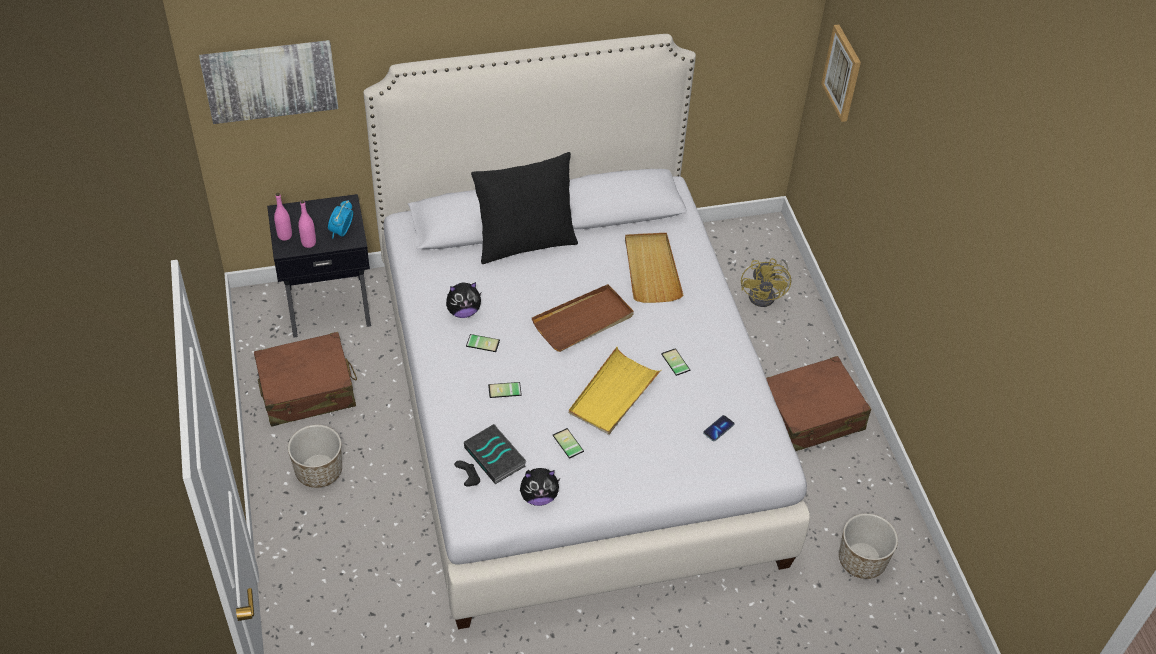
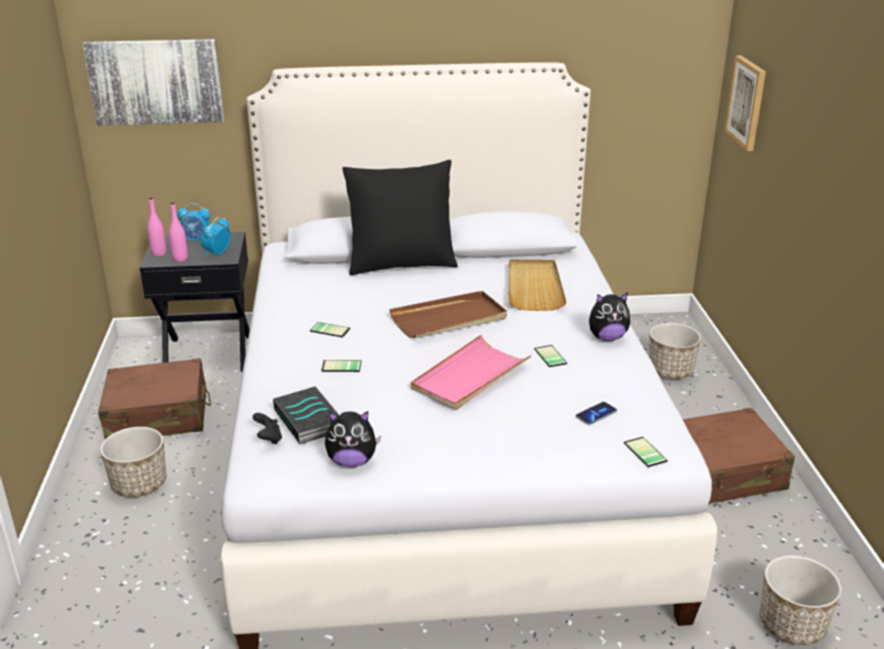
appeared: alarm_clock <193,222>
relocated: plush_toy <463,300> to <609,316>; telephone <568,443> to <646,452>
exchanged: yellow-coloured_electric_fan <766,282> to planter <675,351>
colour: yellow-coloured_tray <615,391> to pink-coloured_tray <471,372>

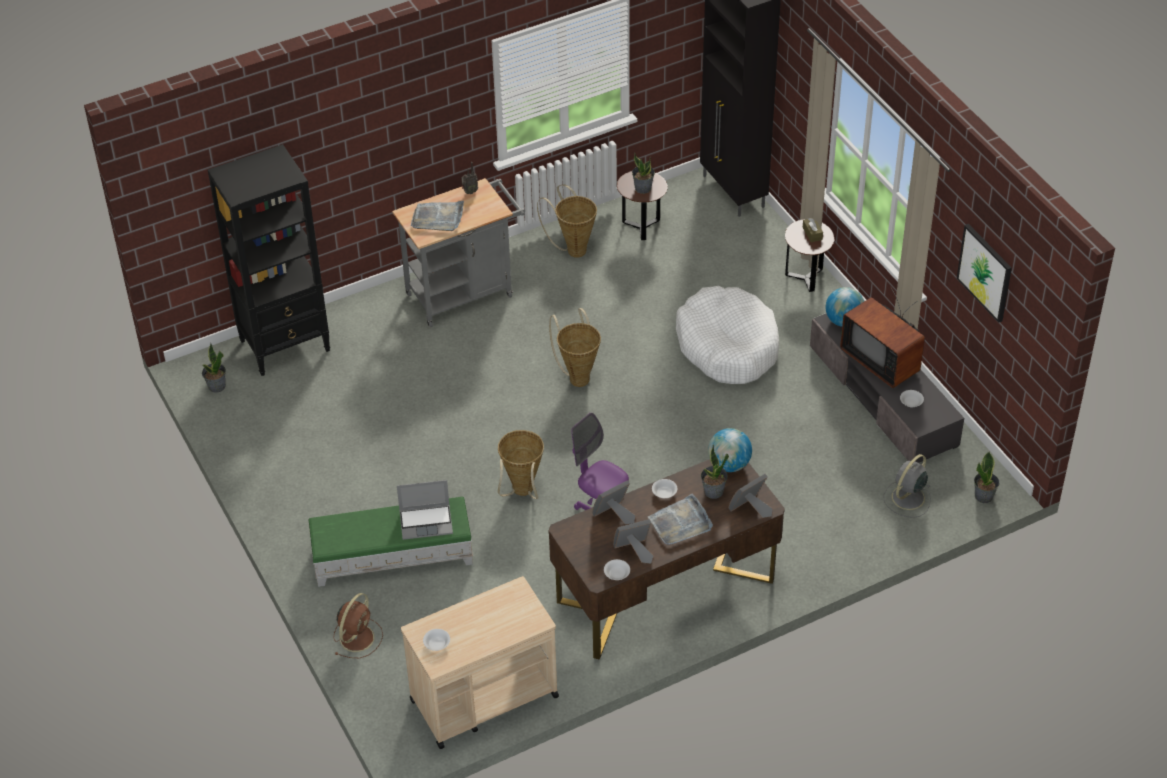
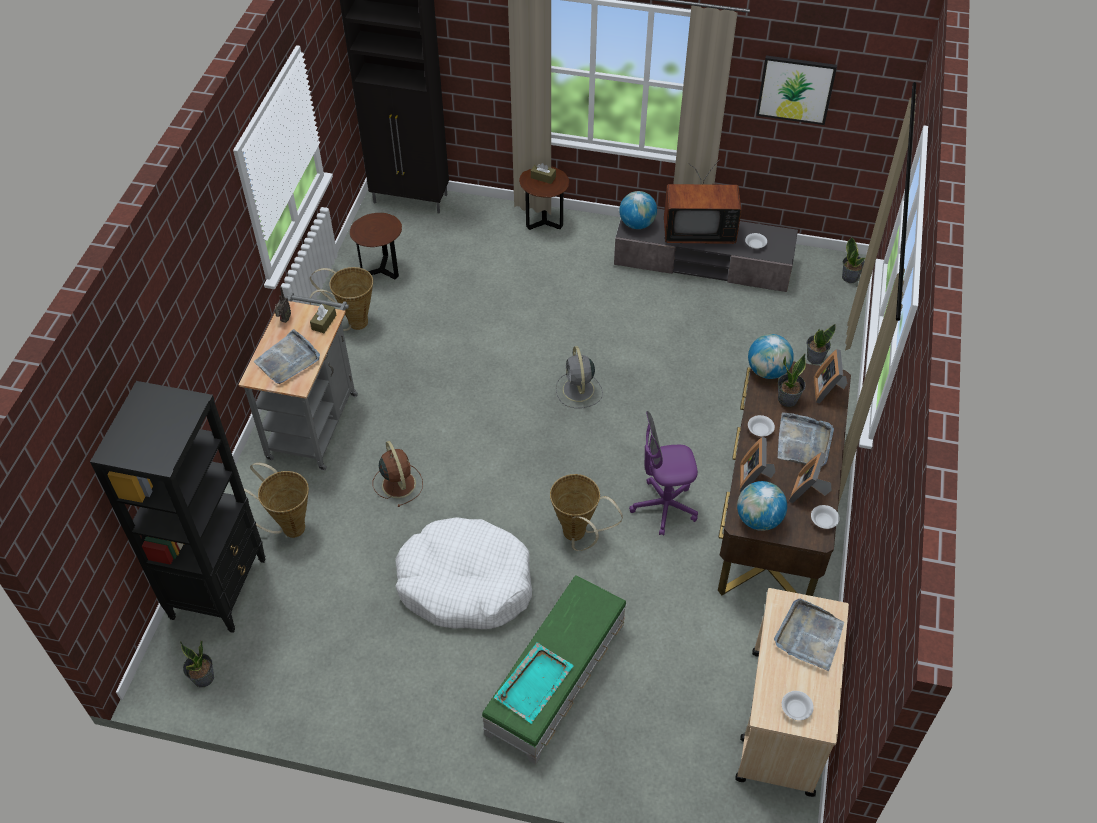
missing: notebook_computer <425,510>
appeared: brown_box_of_tissues <323,318>; desk_globe <762,506>; grey_tray <809,635>; turquoise-coloured_tray <534,683>
relocated: houseplant <643,173> to <821,344>; white-coloured_pet_bed <727,335> to <463,573>; storage_basket <575,347> to <271,500>; grey_electric_fan <907,486> to <579,377>; brown_electric_fan <358,625> to <398,474>

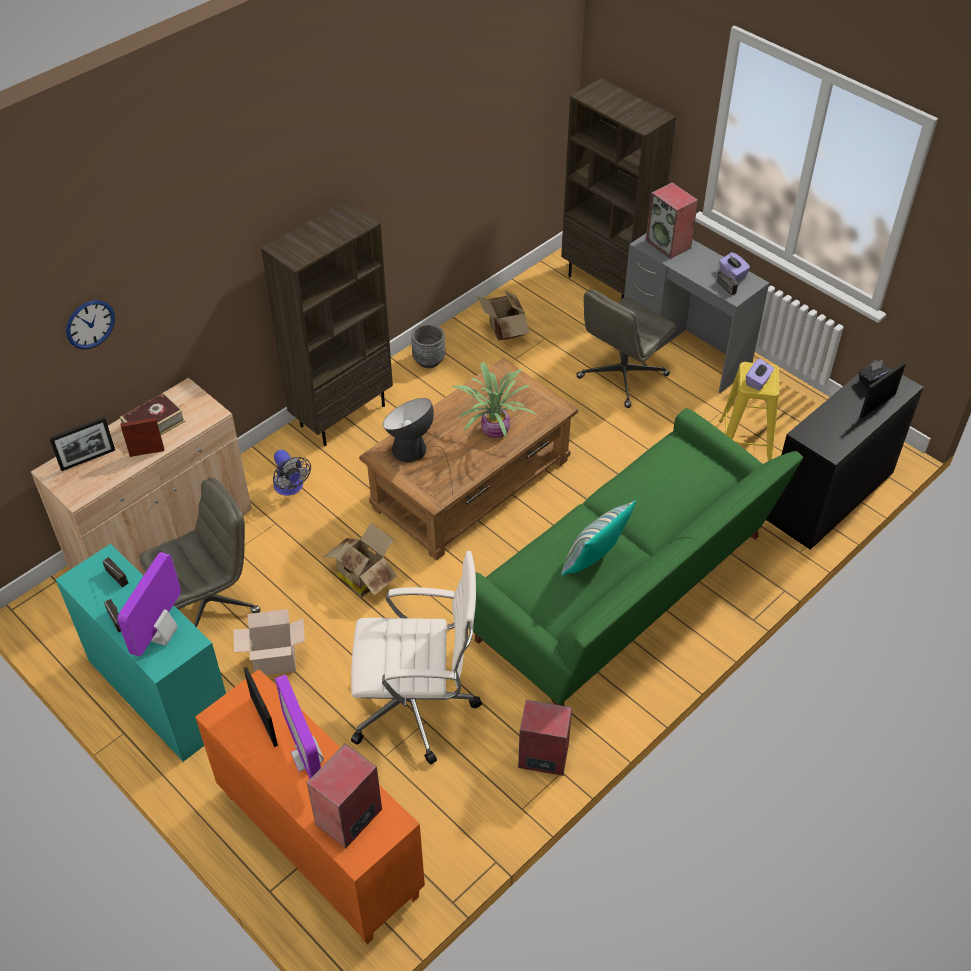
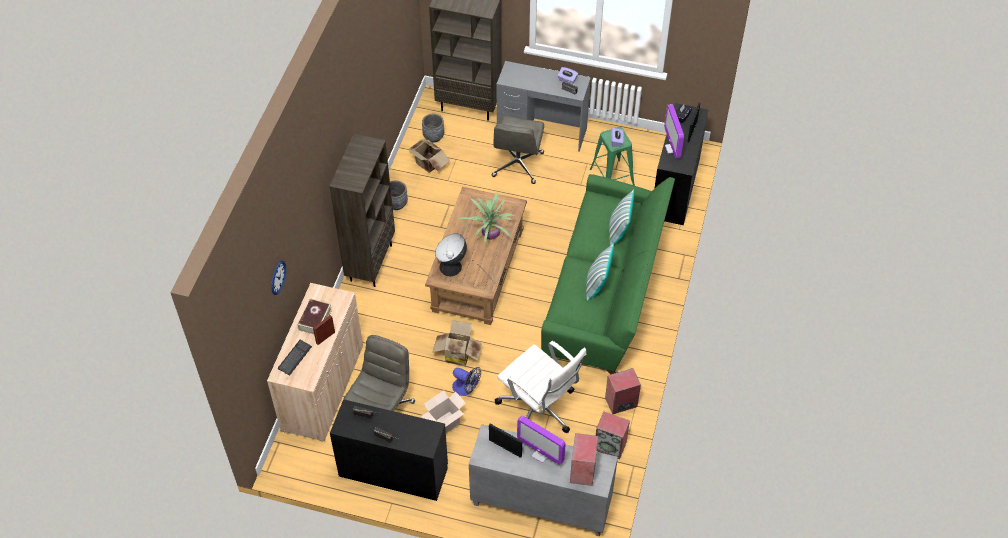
appeared: grey_planter <433,128>; cushion <621,217>
relocated: speaker <672,220> to <613,435>; electric_fan <292,473> to <466,381>; monitor <149,604> to <674,131>
exchanged: picture_frame <82,444> to computer_keyboard <295,358>
colour: yellow-coloured_stool <749,411> to greenish_stool <612,156>; turquoise-coloured_desk_unit <140,653> to blackish_desk_unit <389,450>; orange_cabinet <310,806> to grey_cabinet <543,480>
spun: white-coloured_office_chair <416,658> = <540,387> 75 degrees clockwise

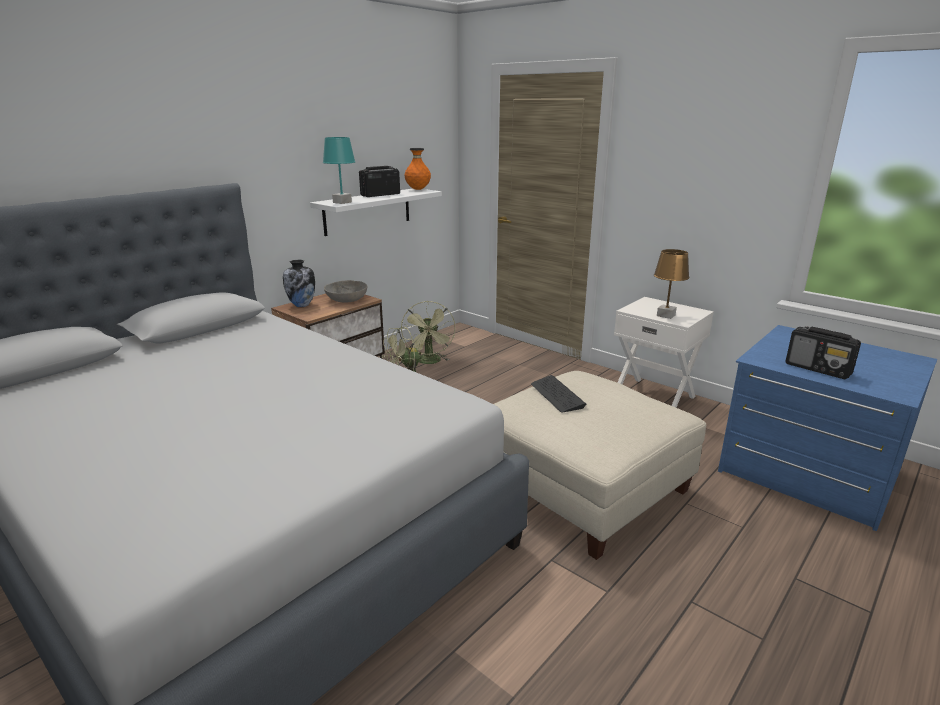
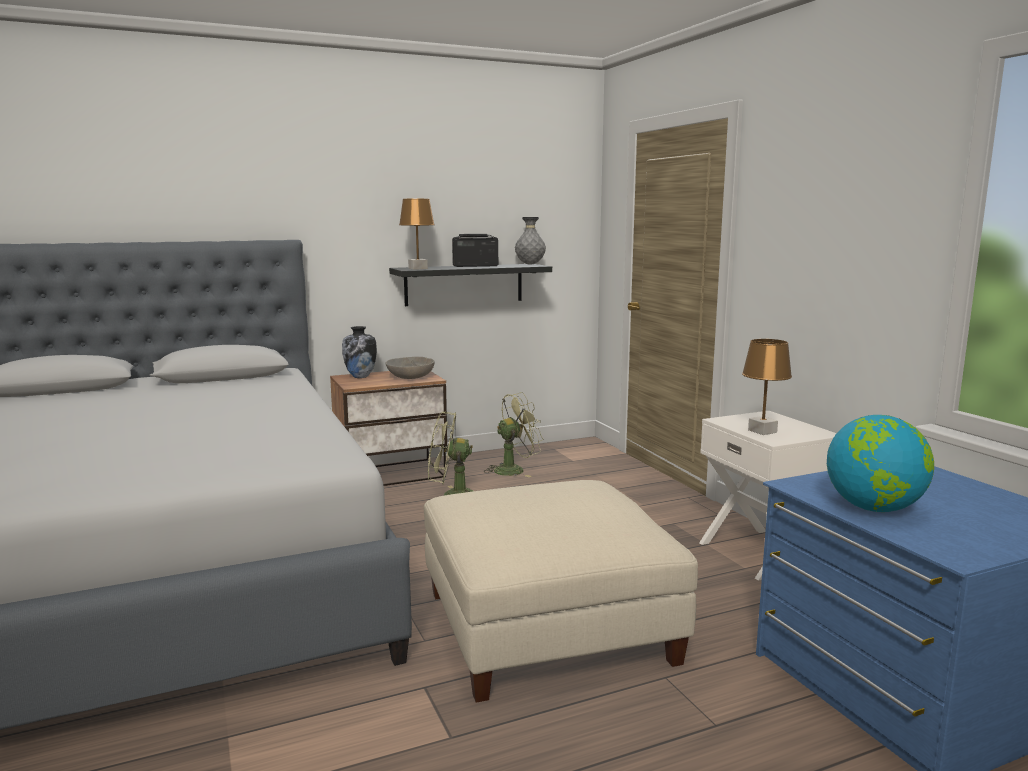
missing: computer_keyboard <558,394>
exchanged: radio_receiver <823,352> to desk_globe <880,463>
colour: turquoise-coloured_table_lamp <339,170> to brown_table_lamp <417,234>; orange_decorative_vase <418,169> to grey_decorative_vase <530,241>; white-coloured_wall_shelf <376,212> to blackish_wall_shelf <470,285>
spun: greenish_electric_fan <428,332> = <514,434> 135 degrees counterclockwise

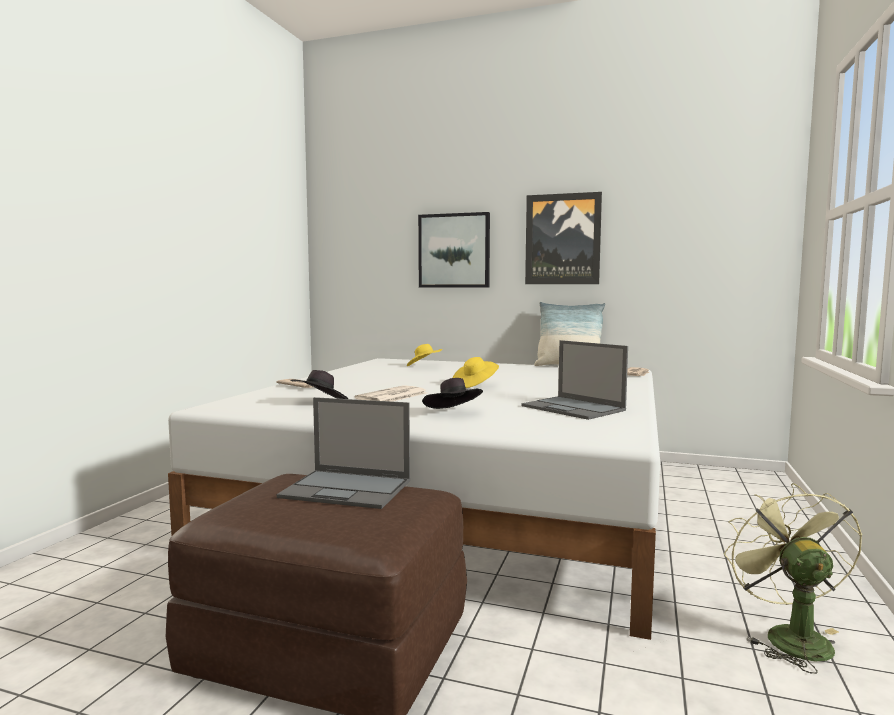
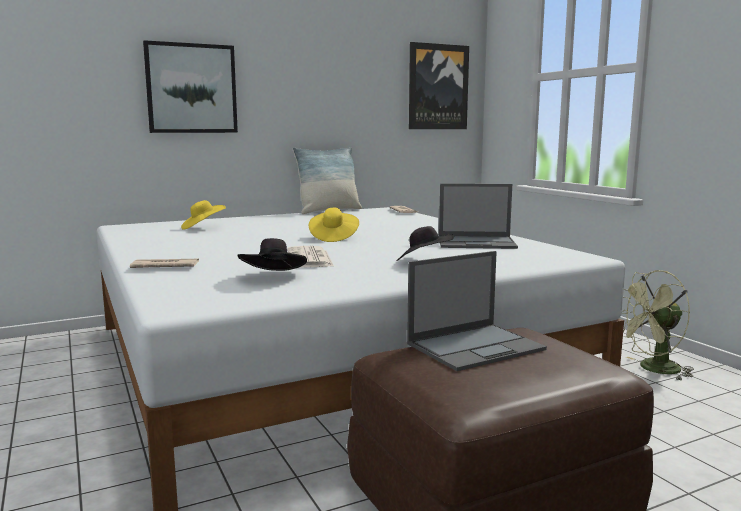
relocated: wall_art <563,238> to <439,85>
spun: greenish_electric_fan <793,578> = <658,325> 60 degrees counterclockwise

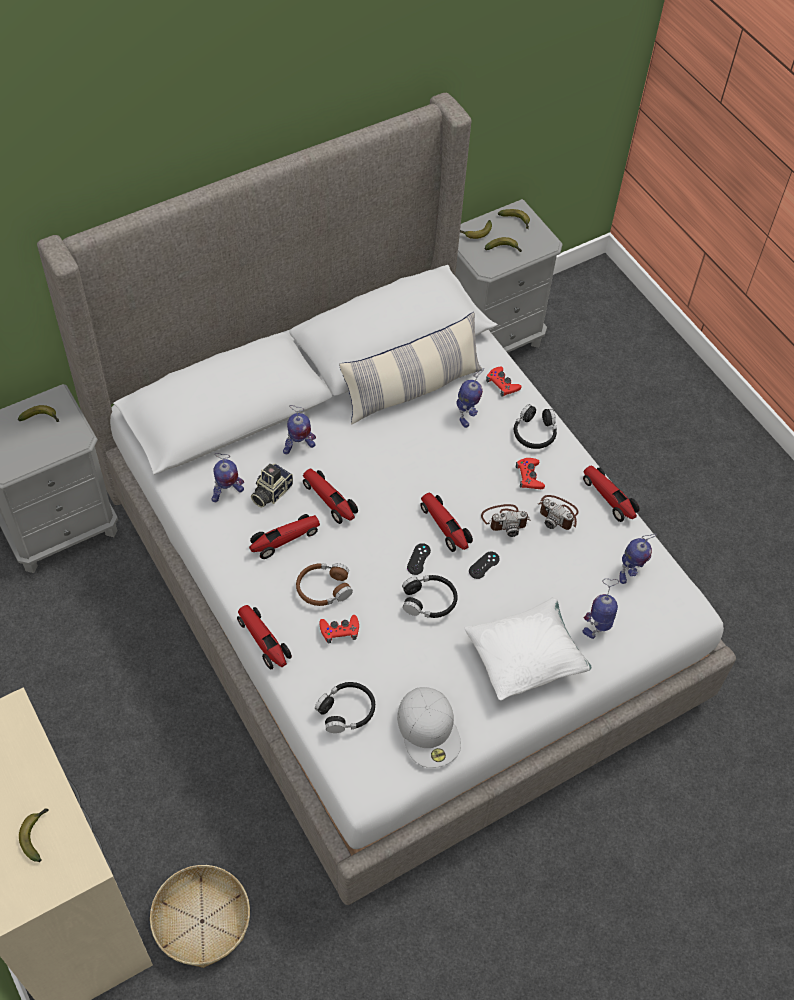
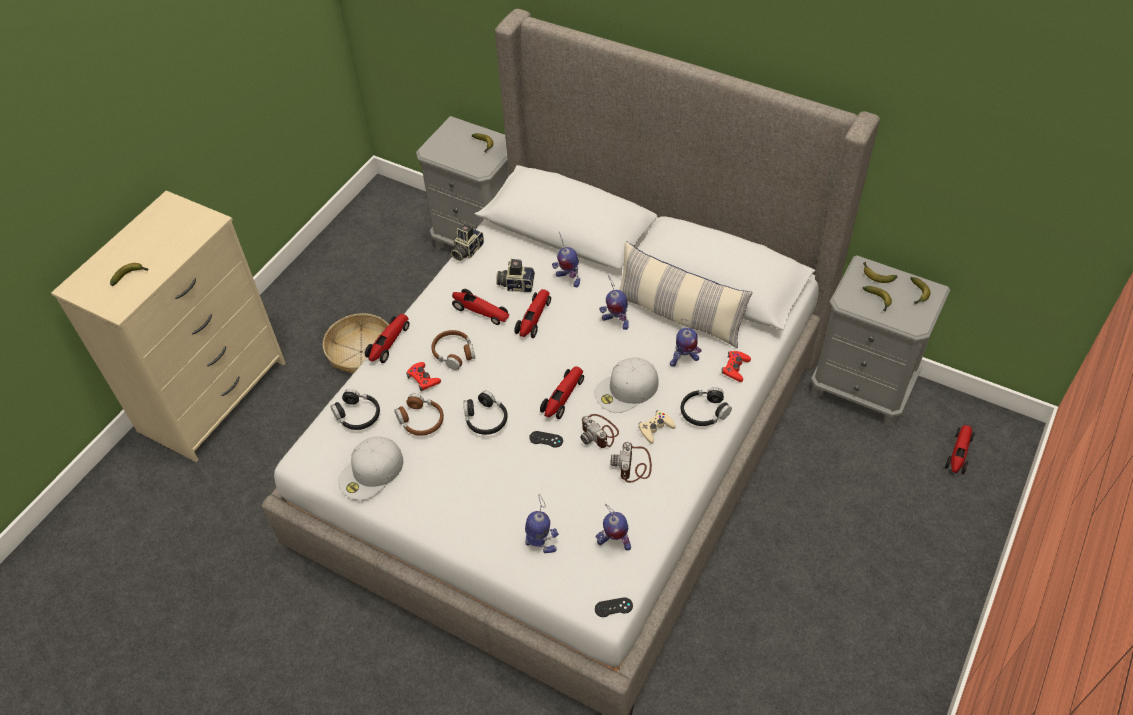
missing: white-coloured_cushion <527,648>
appeared: photo_camera <467,242>; white-coloured_peaked_cap <626,385>; brown_headphones <419,415>
relocated: model_robot <228,477> to <614,302>; model_car <611,493> to <960,449>; blackish_game_controller <419,559> to <614,607>; storage_basket <200,916> to <356,343>
colour: reddish_game_controller <530,473> to sand-coloured_game_controller <657,427>

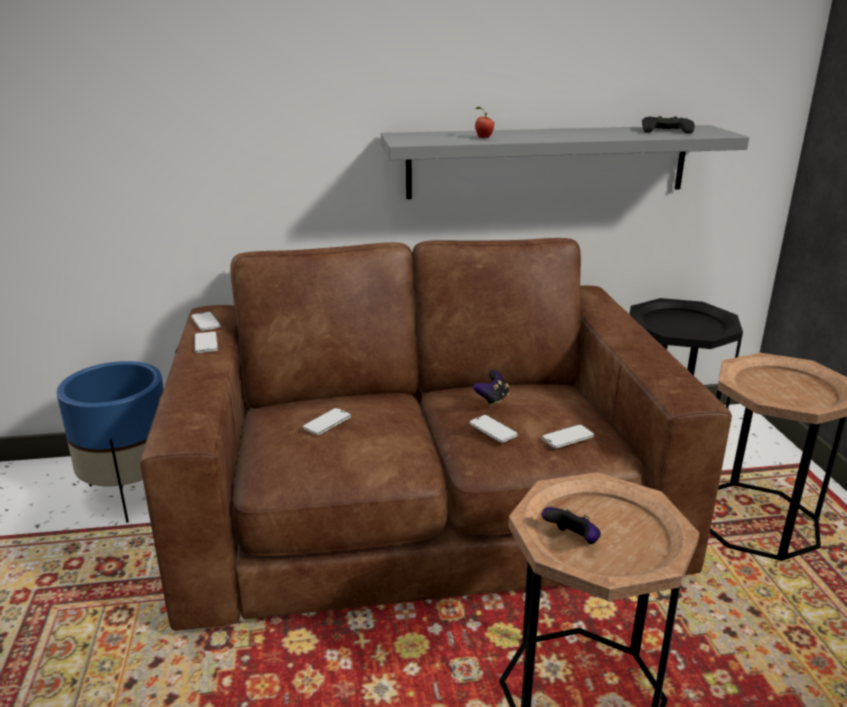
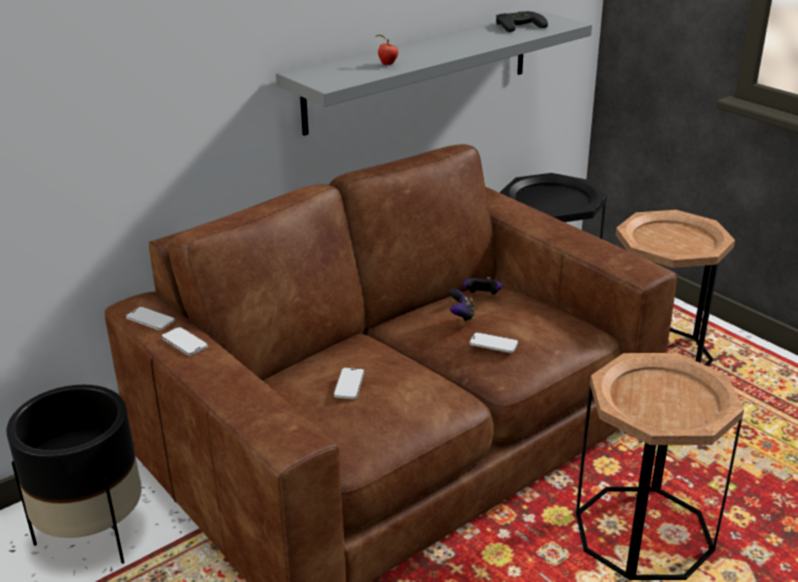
missing: telephone <568,436>
relocated: game_controller <571,525> to <482,286>
colour: bluish_planter <110,442> to blackish_planter <74,474>

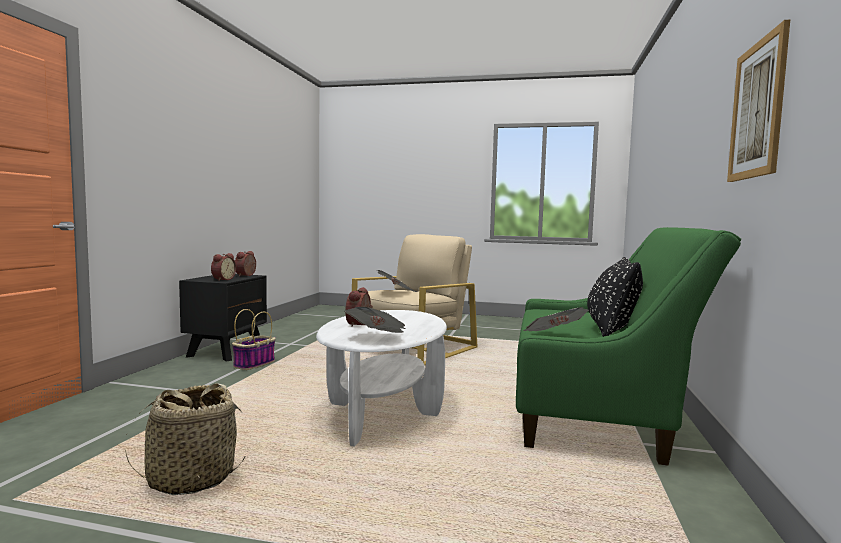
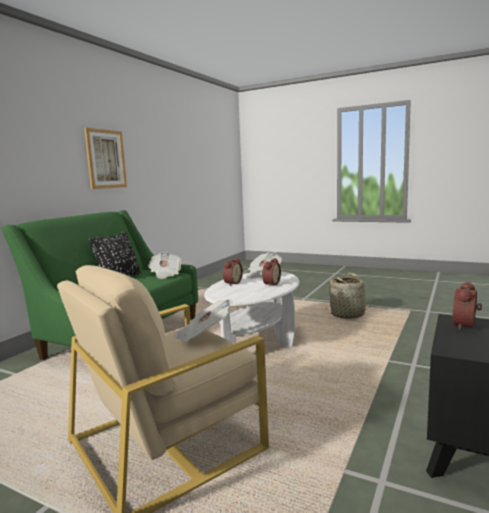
missing: storage_basket <254,339>
relocated: alarm_clock <245,263> to <233,271>

